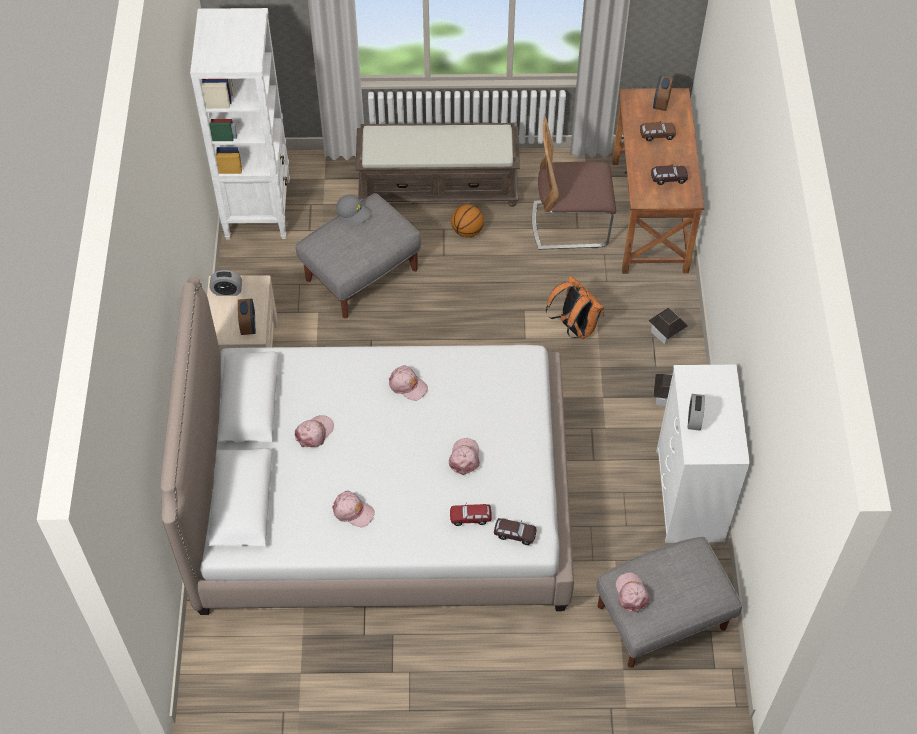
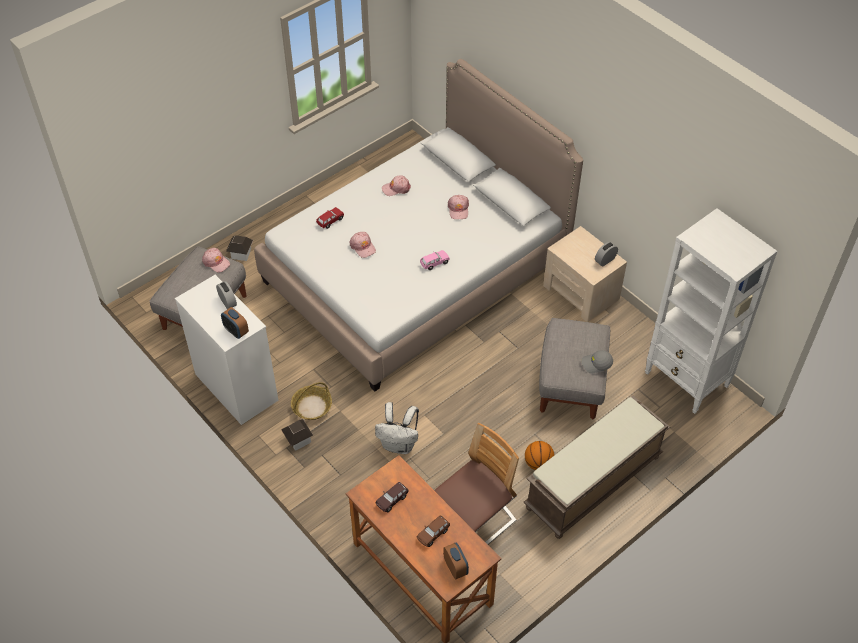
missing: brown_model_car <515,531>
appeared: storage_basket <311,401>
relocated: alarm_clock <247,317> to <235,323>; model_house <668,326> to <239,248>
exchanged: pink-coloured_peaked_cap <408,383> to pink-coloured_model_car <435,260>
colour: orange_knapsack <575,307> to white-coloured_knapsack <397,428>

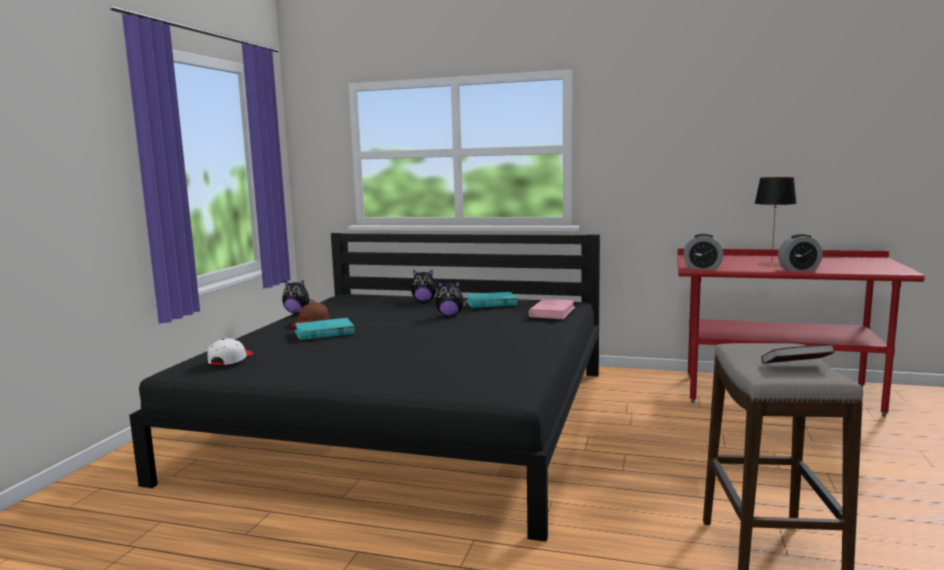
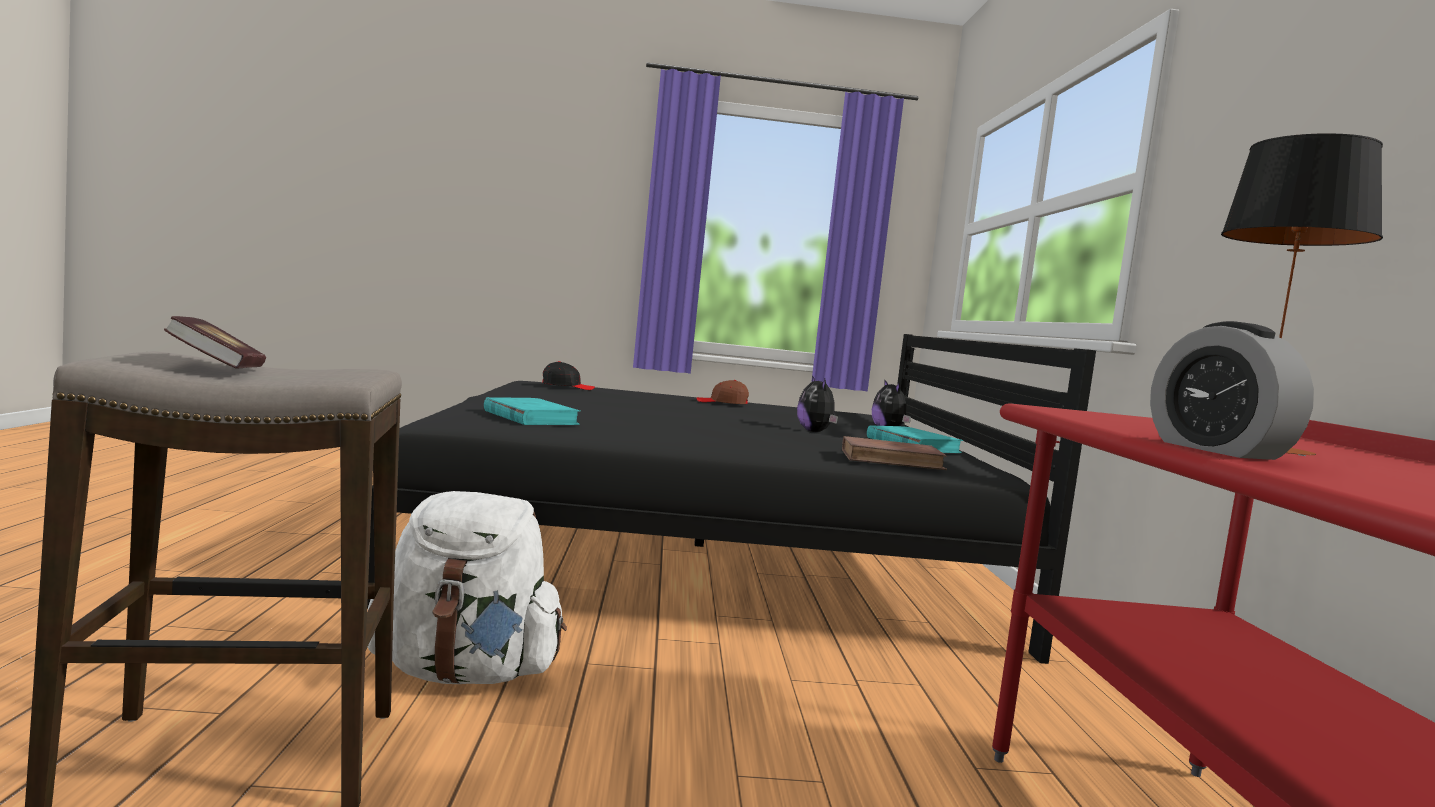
missing: alarm_clock <703,252>; plush_toy <298,297>
appeared: white-coloured_knapsack <467,587>
relocated: turquoise-coloured_book <325,329> to <532,411>
colour: pink-coloured_book <552,309> to brown_book <894,453>; white-coloured_peaked_cap <230,351> to blackish_peaked_cap <568,375>

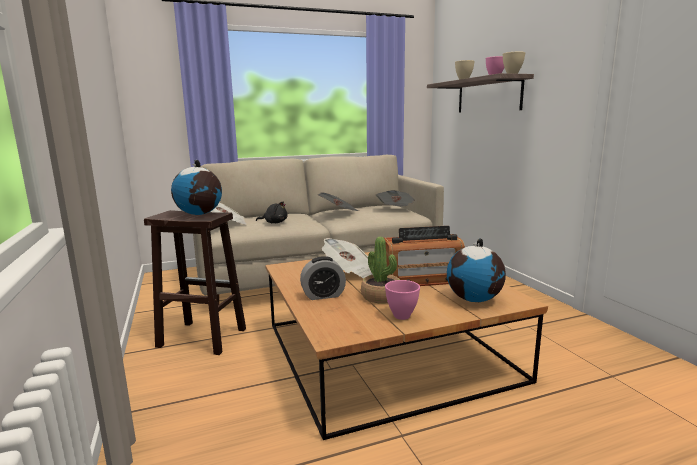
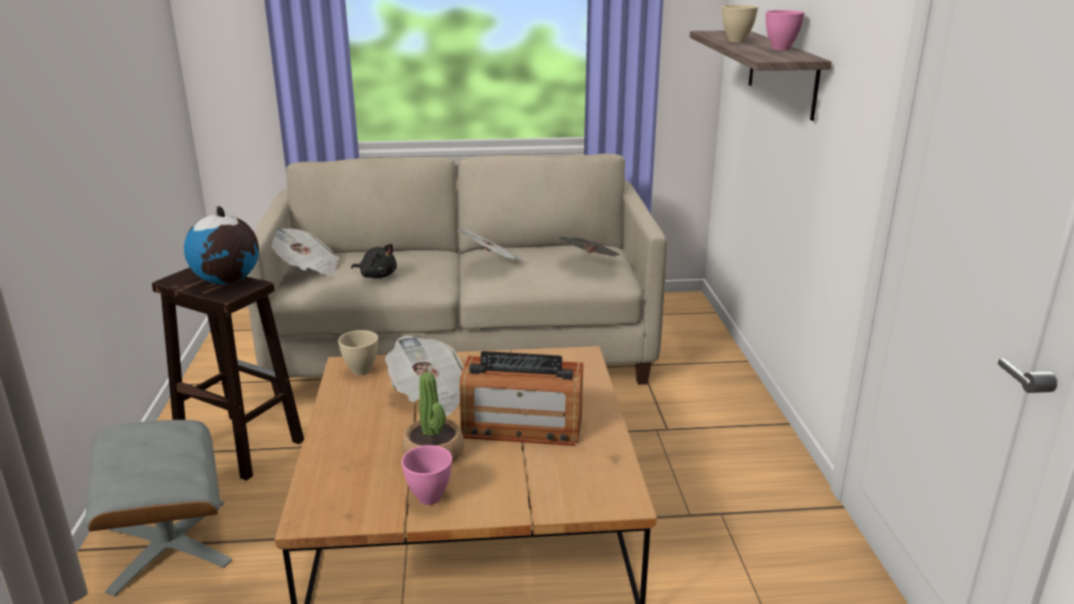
missing: desk_globe <476,270>; alarm_clock <323,278>
appeared: grey_ottoman <158,508>
relocated: sand-coloured_serving_bowl <514,63> to <358,352>

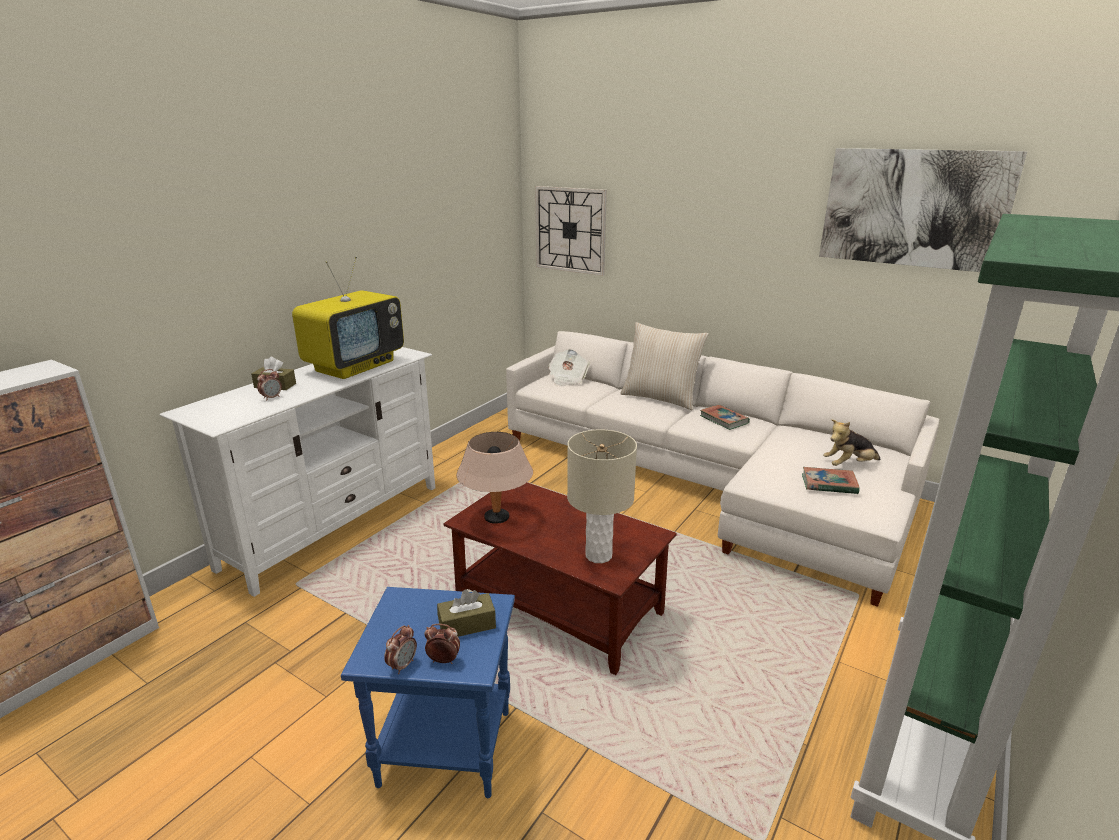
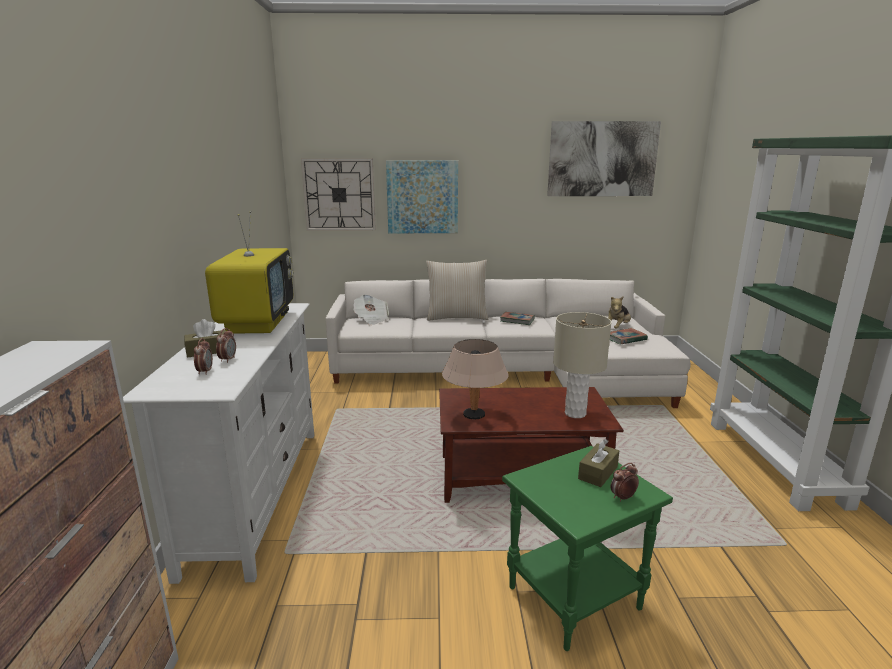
appeared: wall_art <422,196>
relocated: alarm_clock <400,649> to <203,356>
colour: bluish_end_table <428,692> to greenish_end_table <587,548>

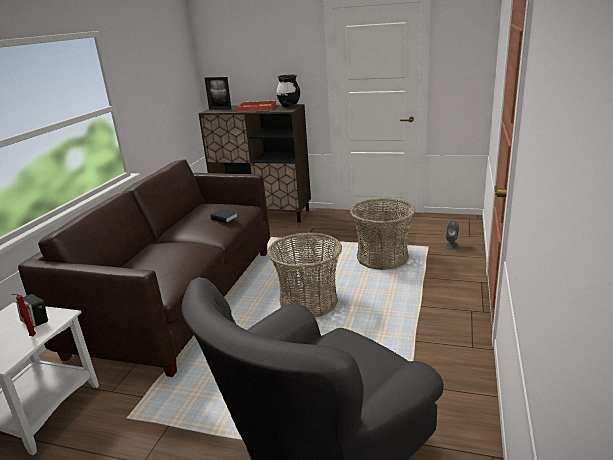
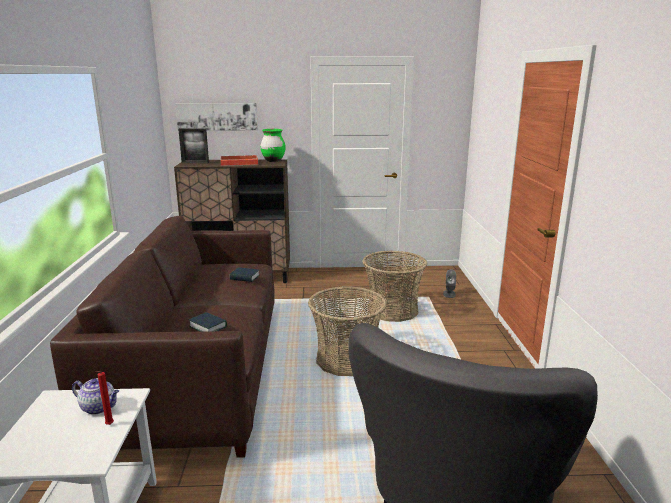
appeared: wall_art <216,117>; book <208,322>
exchanged: speaker <32,311> to teapot <95,396>
colour: blackish_decorative_vase <288,90> to greenish_decorative_vase <273,145>

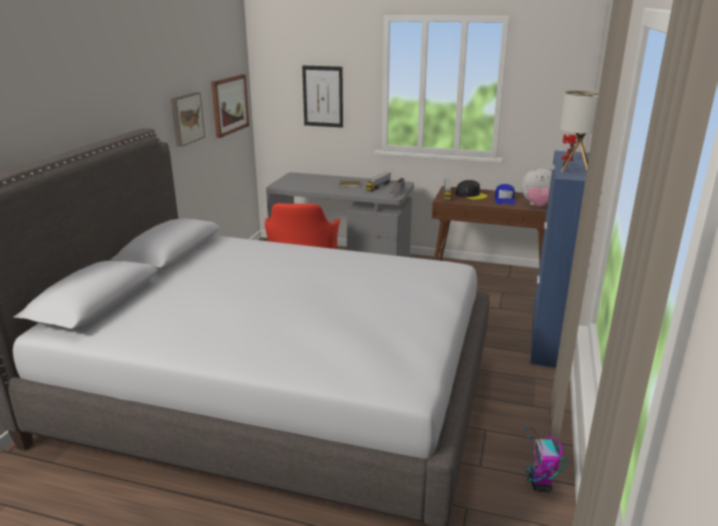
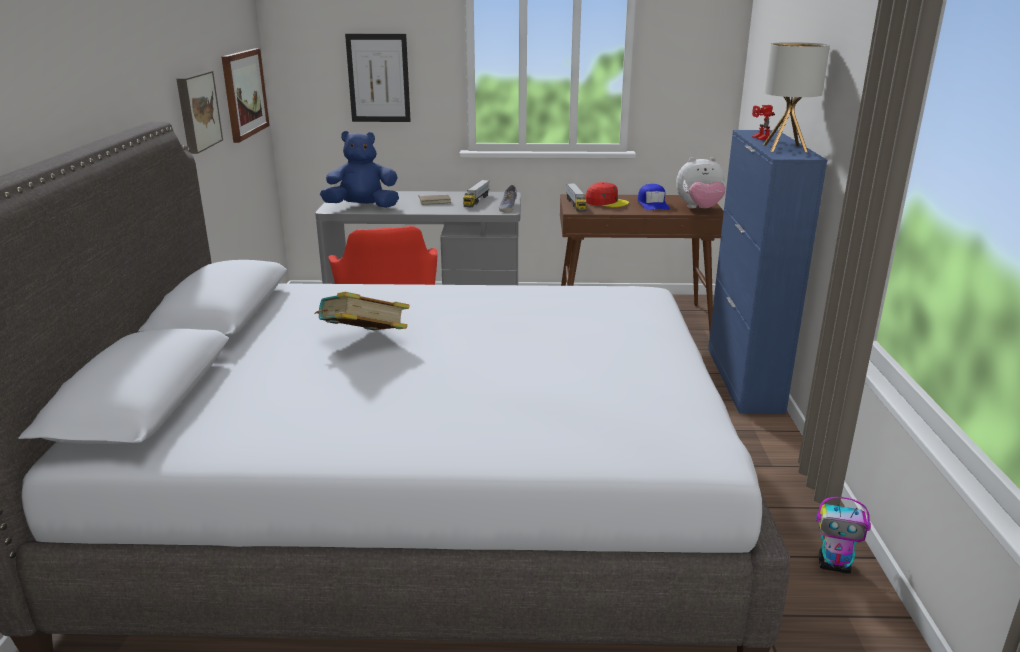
appeared: bluish_plush_toy <359,169>; book <362,311>
colour: blackish_peaked_cap <471,190> to reddish_peaked_cap <607,194>
spun: model_robot <546,459> = <843,535> 60 degrees counterclockwise

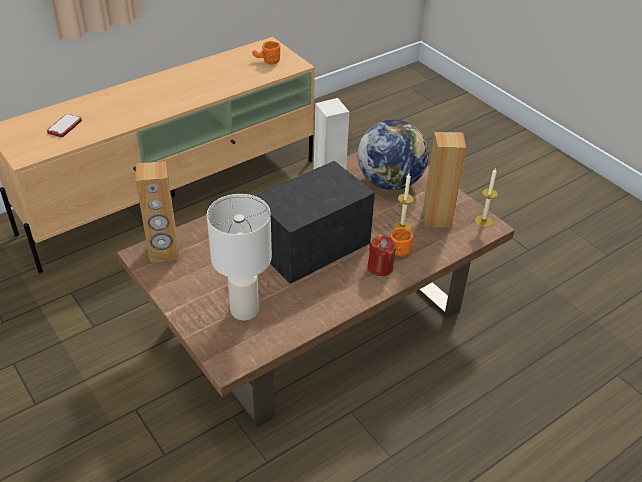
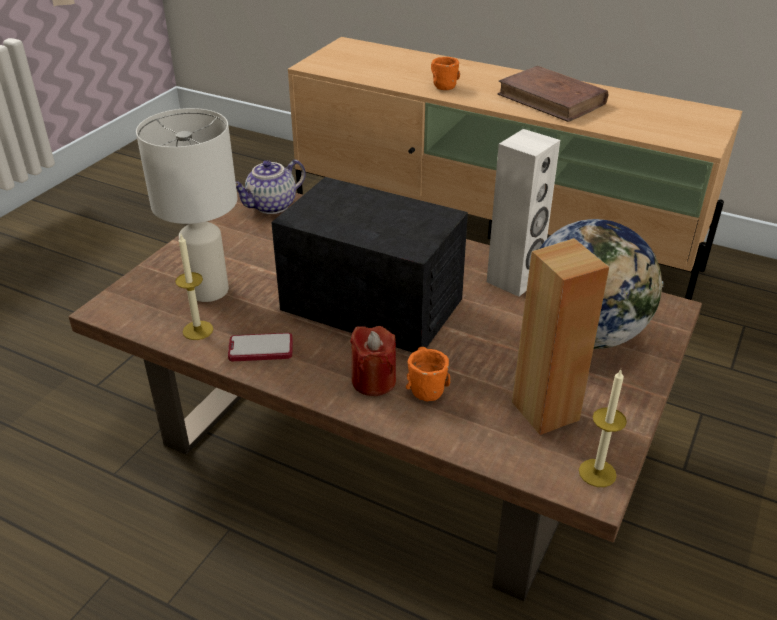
appeared: brown_book <552,94>
relocated: orange_coffee_mug <266,53> to <445,73>; telephone <64,125> to <260,347>; wax_candle <403,202> to <194,287>
exchanged: brown_speaker <157,212> to teapot <271,187>

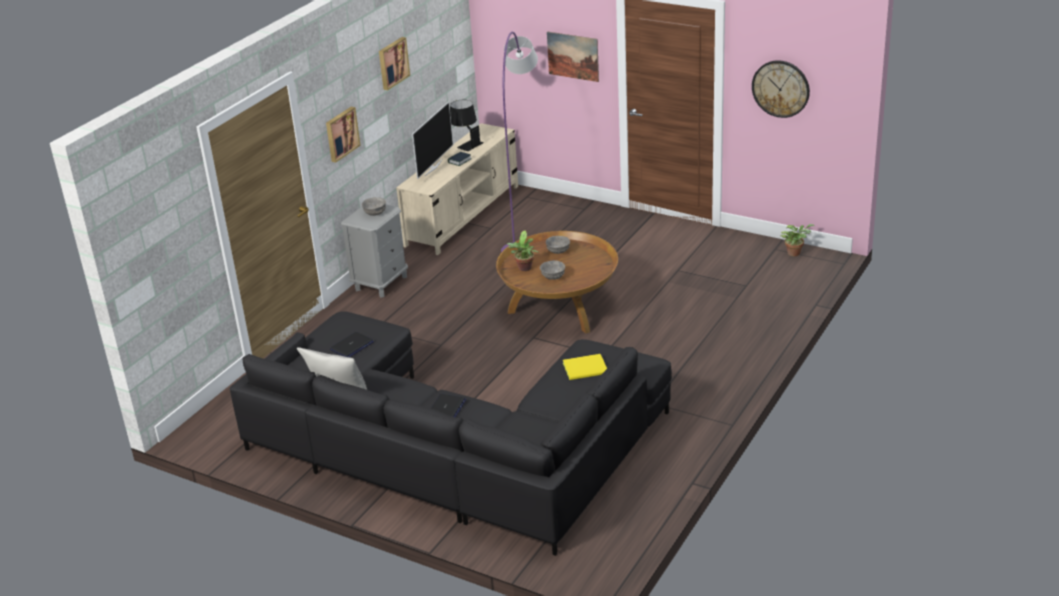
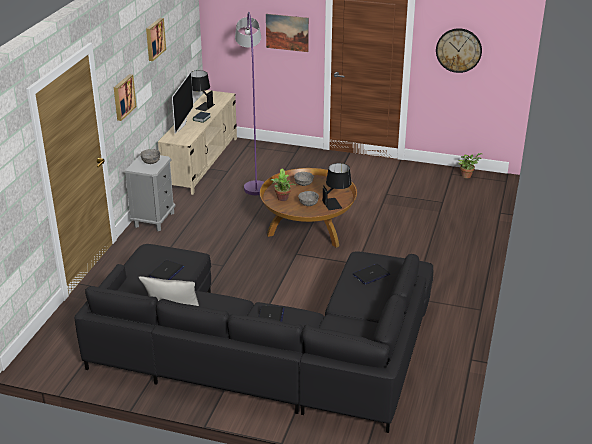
appeared: blackish_table_lamp <337,186>
exchanged: yellow-coloured_book <585,367> to notebook_computer <371,274>

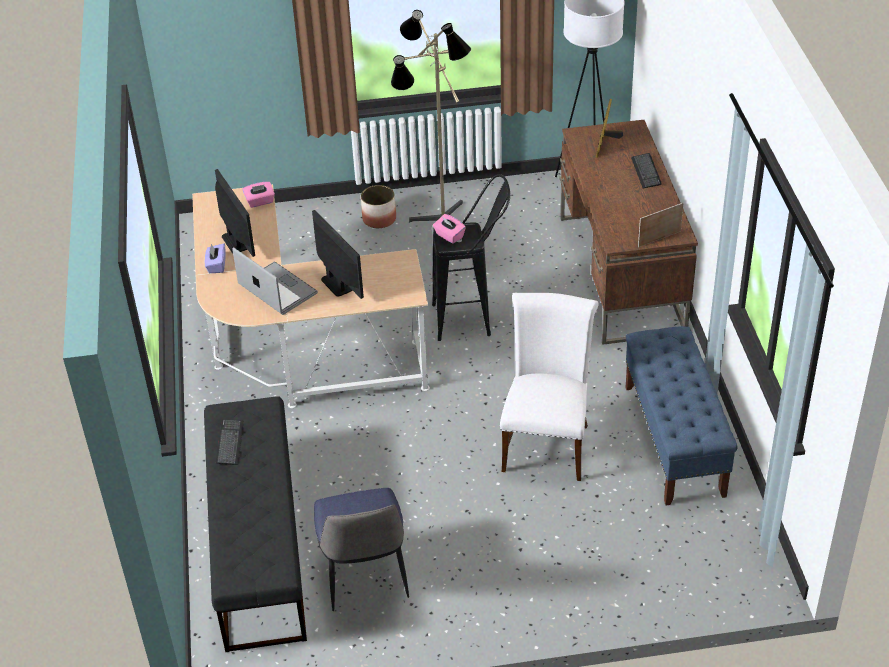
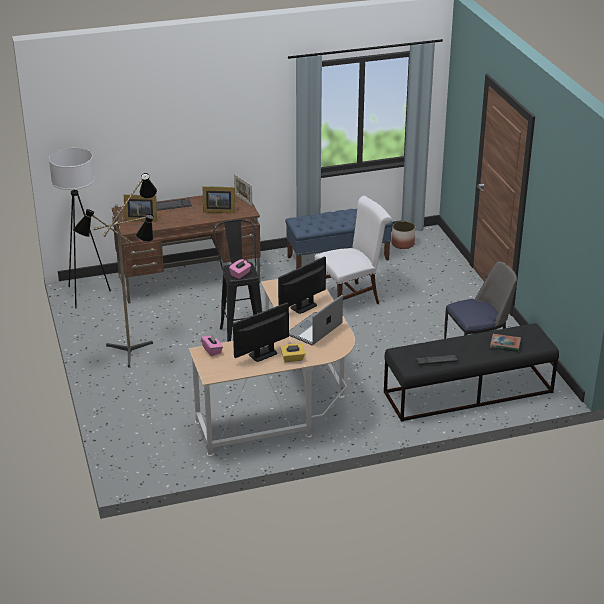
appeared: picture_frame <219,199>; book <505,343>
relocated: planter <378,206> to <403,235>
colour: purple-coloured_box_of_tissues <215,258> to yellow-coloured_box_of_tissues <292,352>
spun: white-coloured_upright_chair <549,387> = <353,250> 150 degrees clockwise

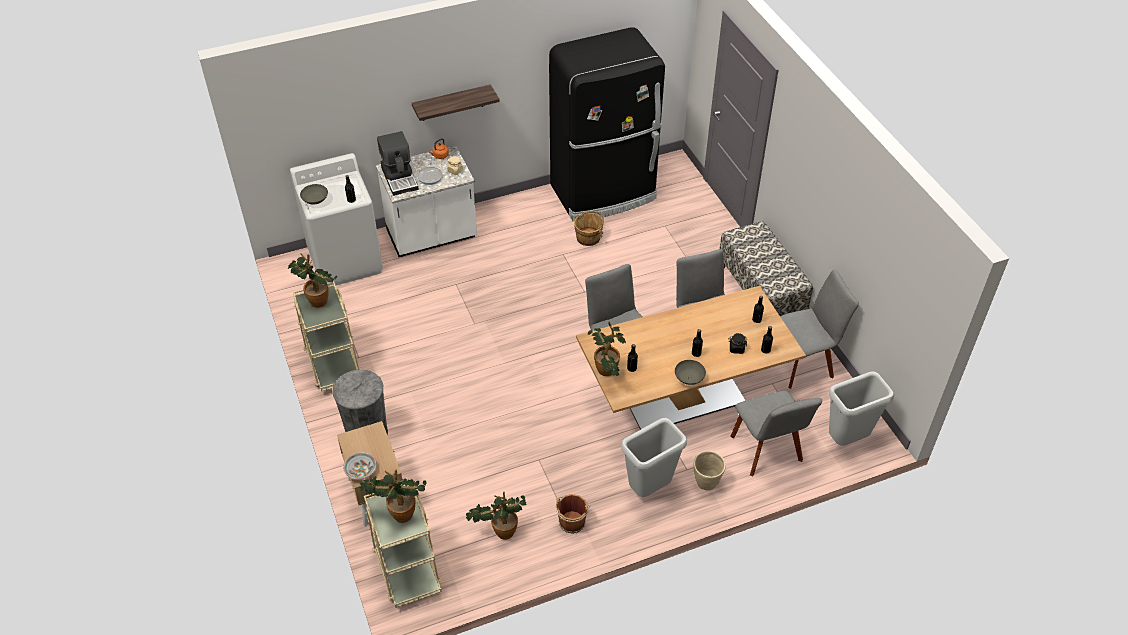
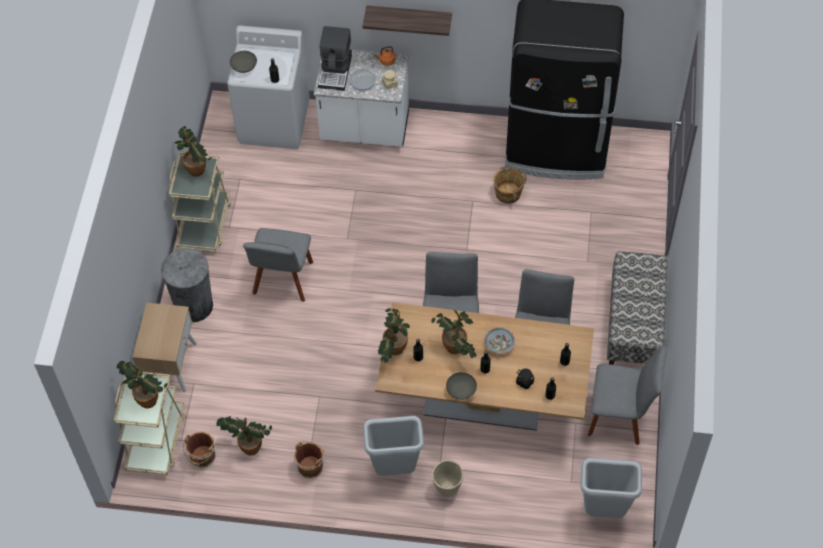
appeared: houseplant <454,333>; brown_water_bucket <199,449>
relocated: grey_upright_chair <776,433> to <278,265>; serving_bowl <360,466> to <499,340>

